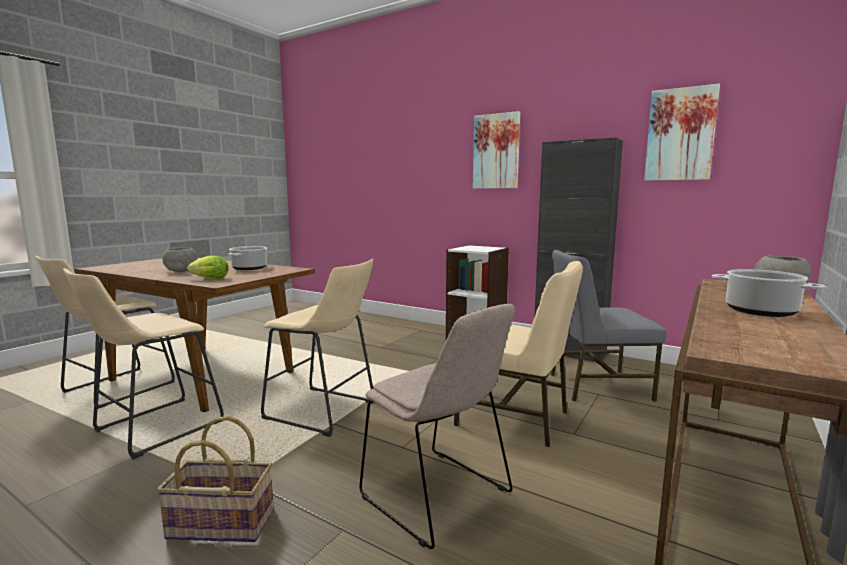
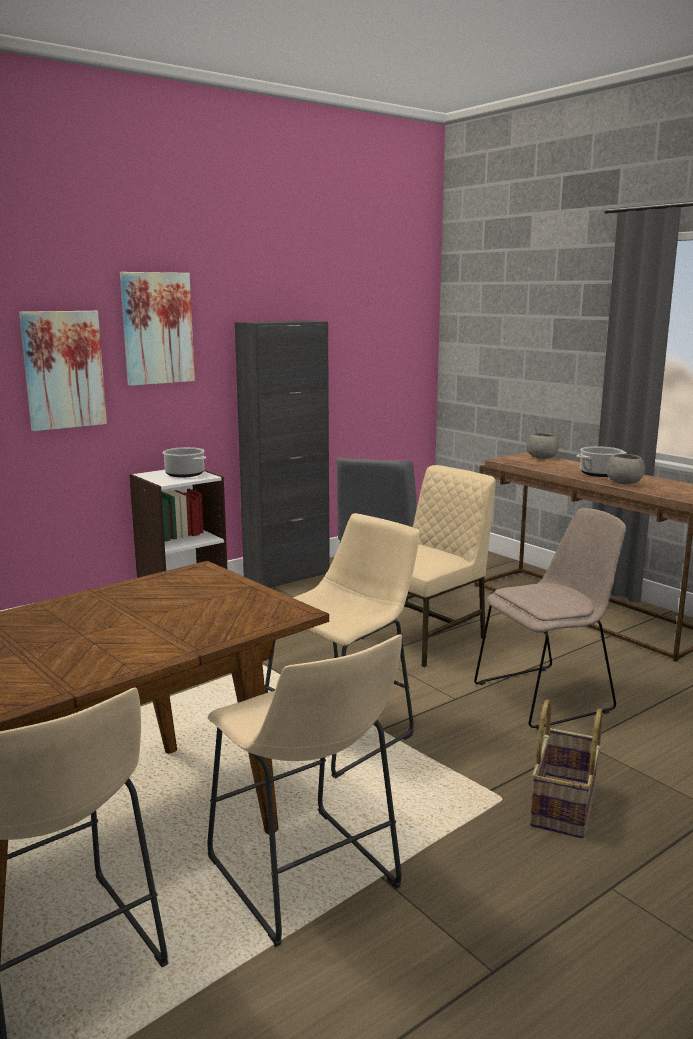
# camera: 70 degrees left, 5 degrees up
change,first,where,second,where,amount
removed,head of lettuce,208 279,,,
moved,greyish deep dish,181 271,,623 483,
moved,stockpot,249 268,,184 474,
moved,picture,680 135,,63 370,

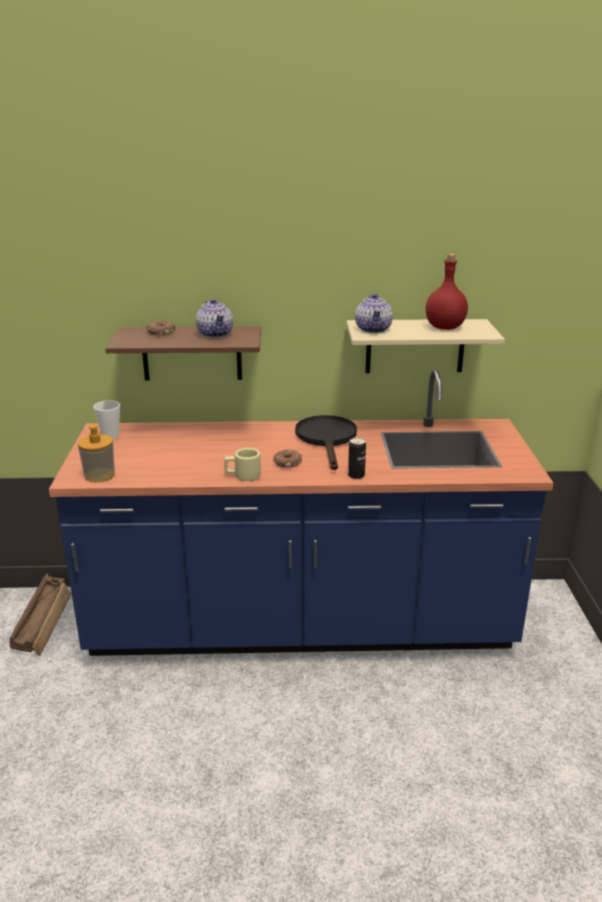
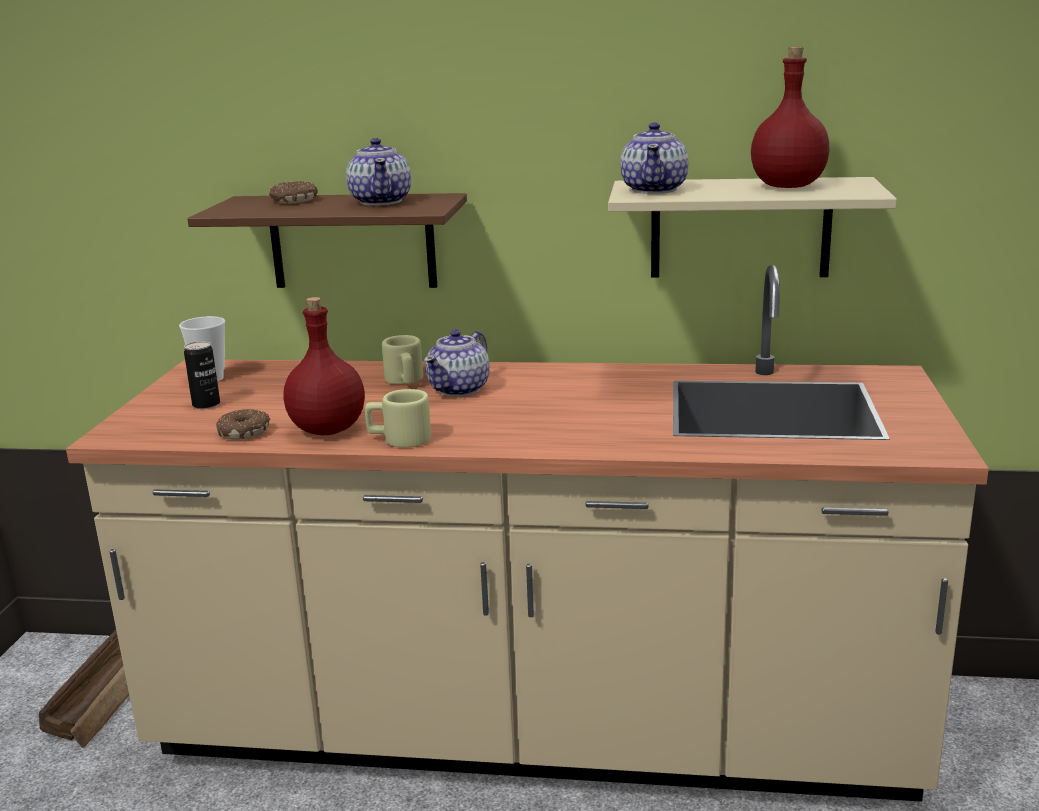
# camera: 10 degrees right, 5 degrees down
change,first,where,second,where,amount
removed,soap bottle,99 475,,,
removed,black-coloured pan,327 439,,,
added,,,reddish drink bottle,327 429,
added,,,sand-coloured tea mug,405 381,
added,,,pot for tea,460 389,
moved,ring doughnut,287 462,,244 432,
moved,sealed can,356 475,,206 405,
recoloured,blue kitchen counter,301 626,sand-coloured kitchen counter,532 731,

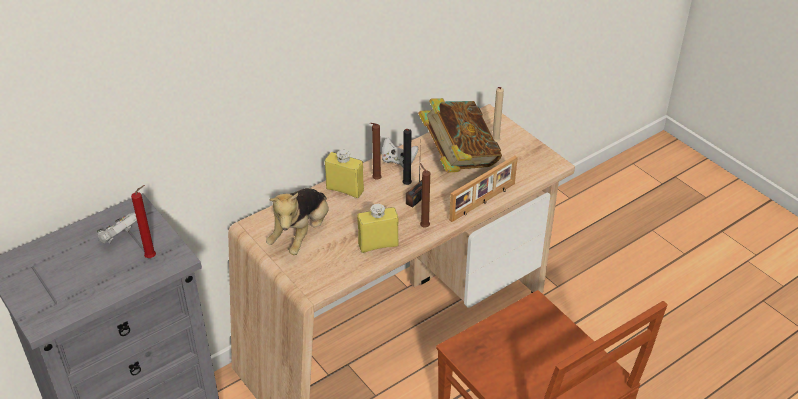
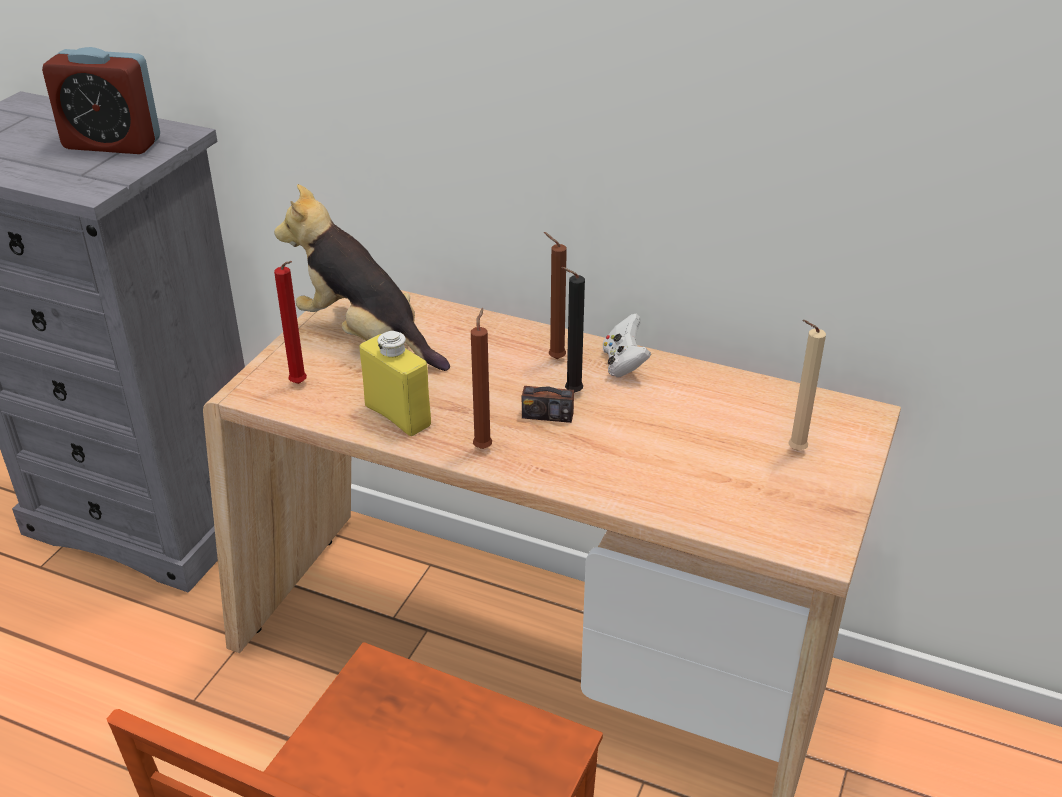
# camera: 60 degrees right, 5 degrees down
change,first,where,second,where,amount
removed,yellow-coloured drink bottle,345 190,,,
removed,bound book,458 158,,,
removed,standing frame,483 202,,,
moved,reddish wax candle,152 257,,300 384,
replaced,whitish gamepad,120 237,alarm clock,112 144,
turned,plush toy,301 234,,366 337,45 degrees clockwise

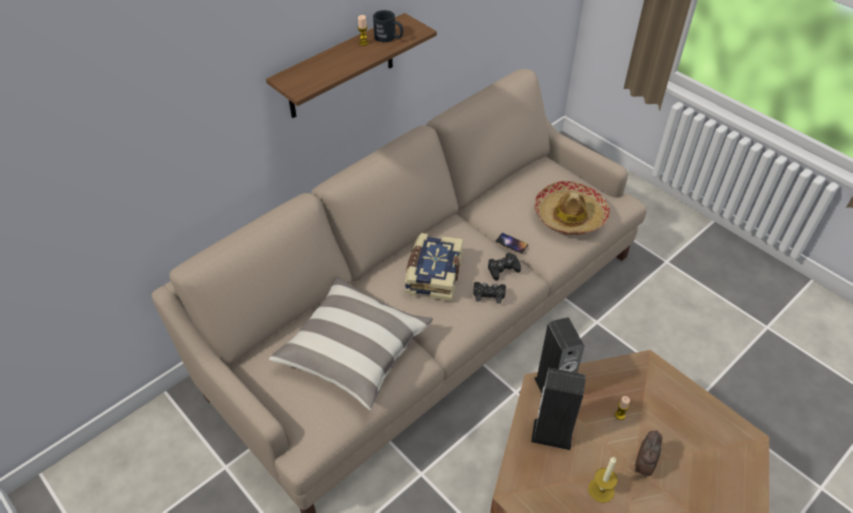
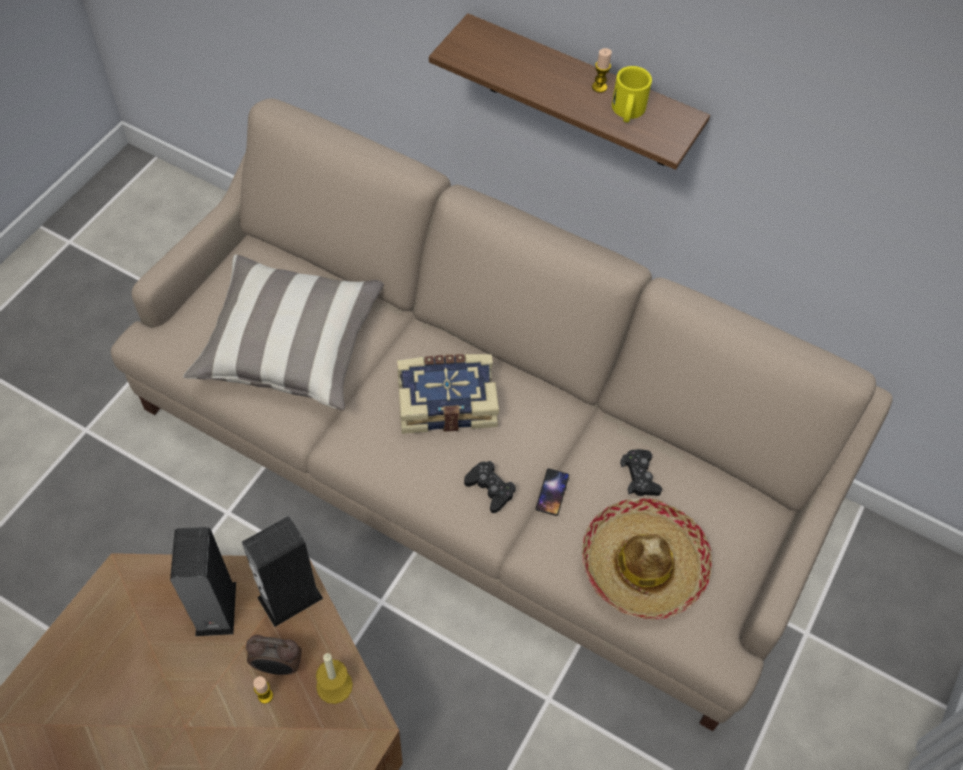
# camera: 70 degrees right, 10 degrees up
change,first,where,second,where,amount
moved,black-coloured gamepad,489 294,,640 477,
moved,wax candle,601 490,,334 685,
moved,alarm clock,644 466,,278 666,
recoloured,black-coloured tea mug,389 38,yellow-coloured tea mug,627 112,

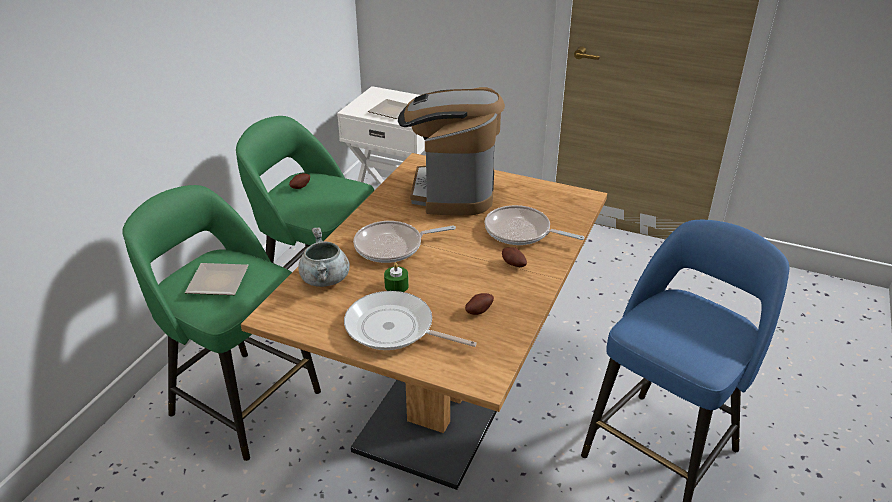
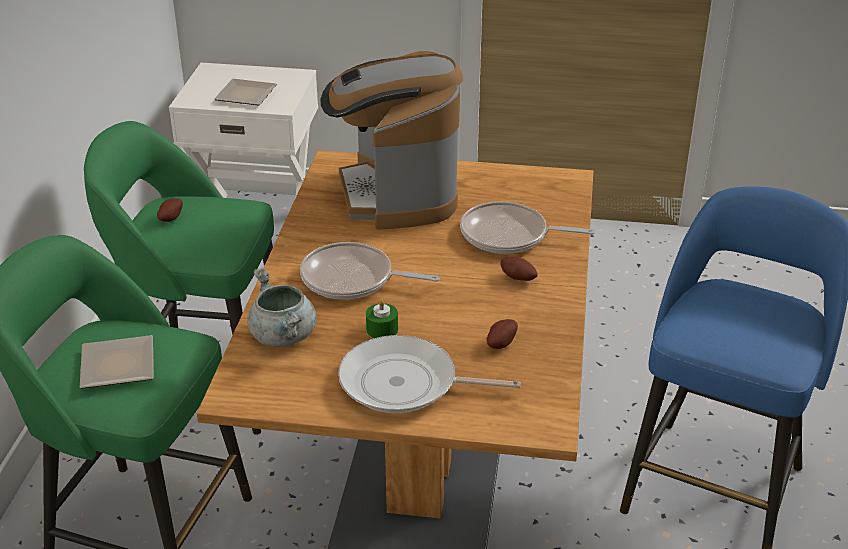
# camera: 15 degrees left, 0 degrees up
change,first,where,second,where,amount
turned,pan,393 246,,352 279,45 degrees clockwise

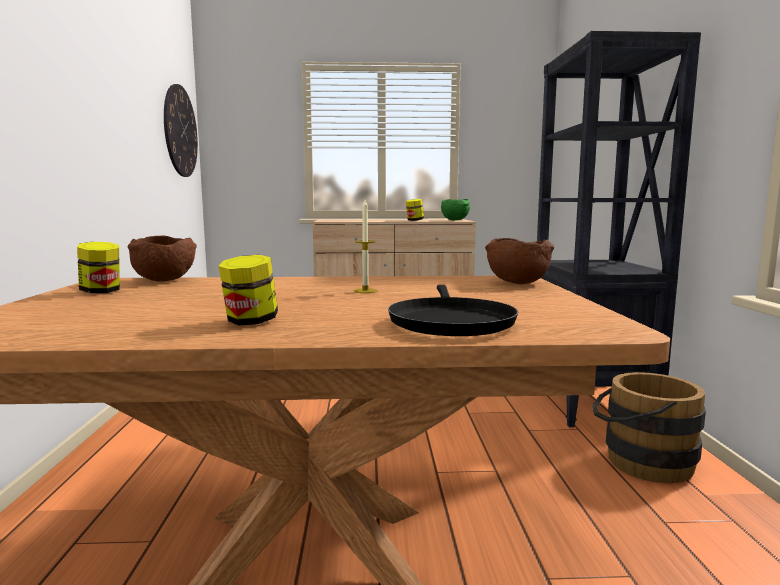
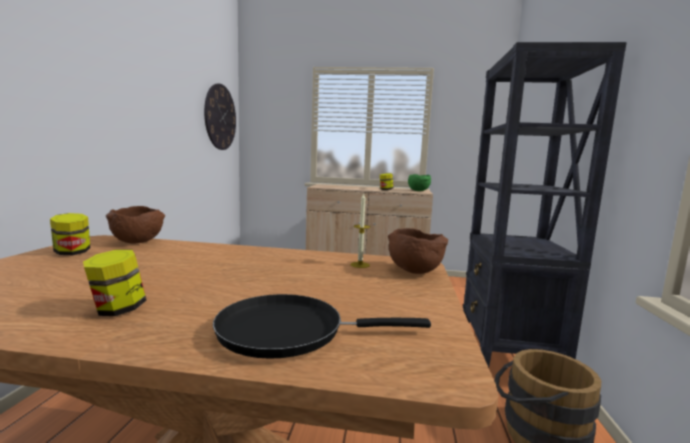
# camera: 10 degrees right, 0 degrees up
change,first,where,second,where,amount
moved,wax candle,365 291,,360 265,
turned,black-coloured pan,450 321,,289 331,75 degrees clockwise

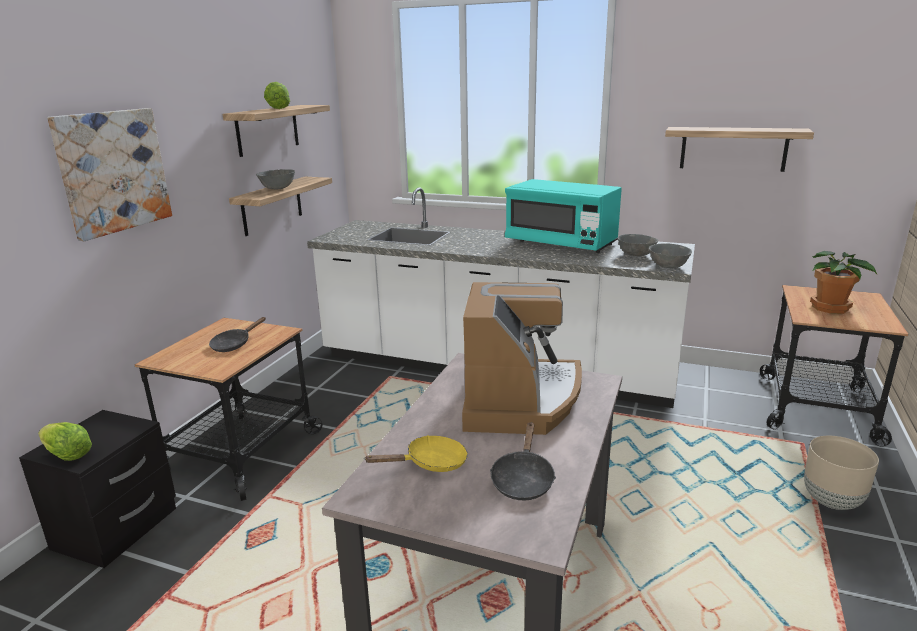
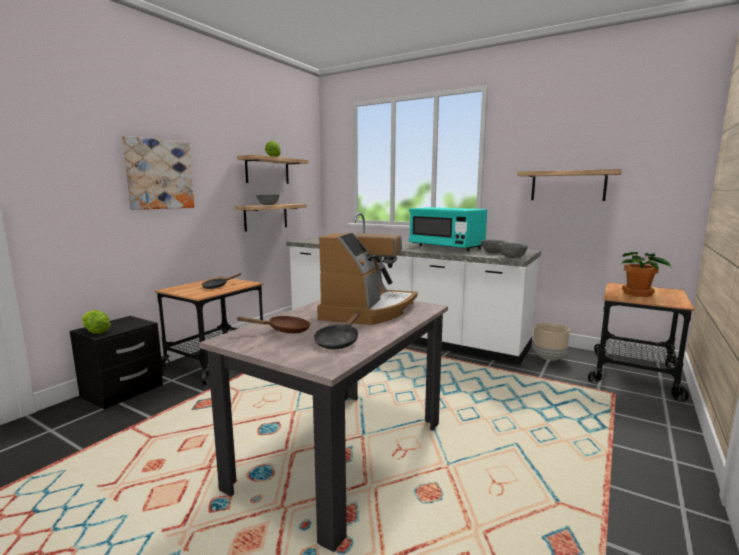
# camera: 10 degrees right, 10 degrees down
change,first,where,second,where,amount
moved,sand-coloured flower pot,832 502,,549 358,
recoloured,yellow-coloured pan,430 463,brown-coloured pan,284 330,

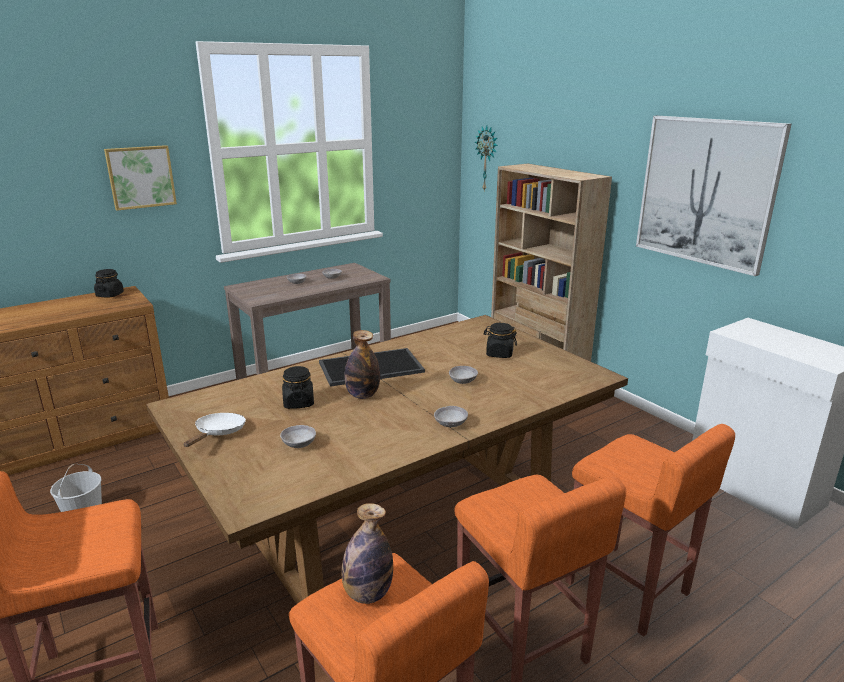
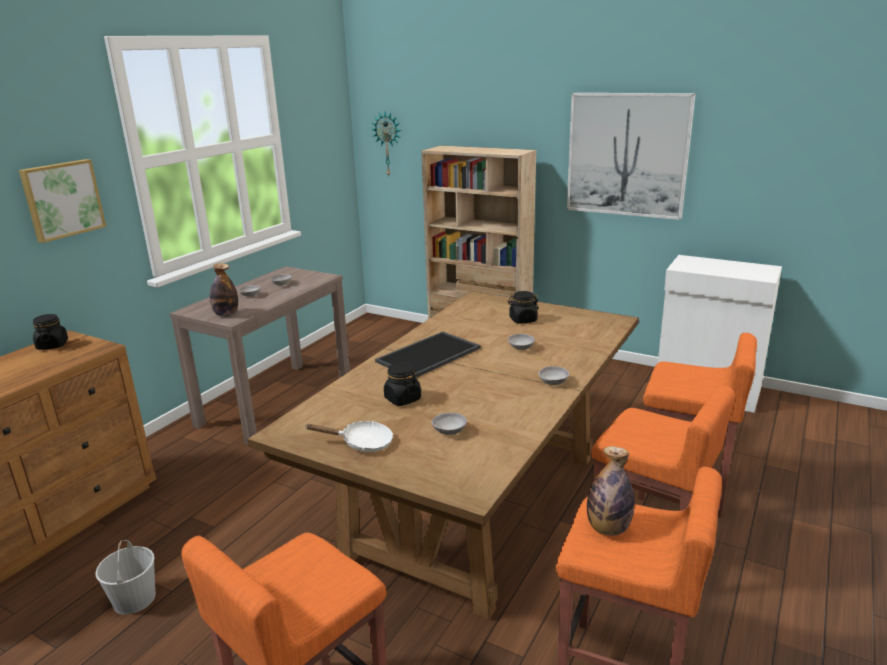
# camera: 25 degrees left, 0 degrees up
change,first,where,second,where,amount
moved,drink bottle,362 395,,226 314,
turned,whitish pan,218 433,,362 443,105 degrees clockwise

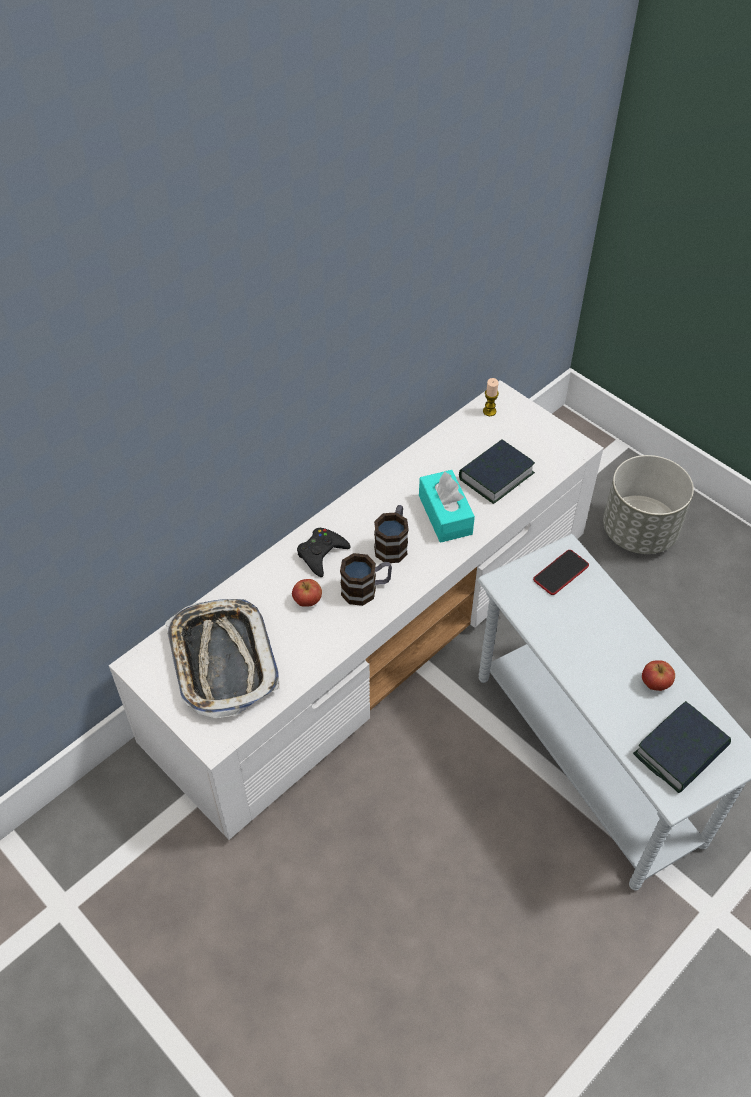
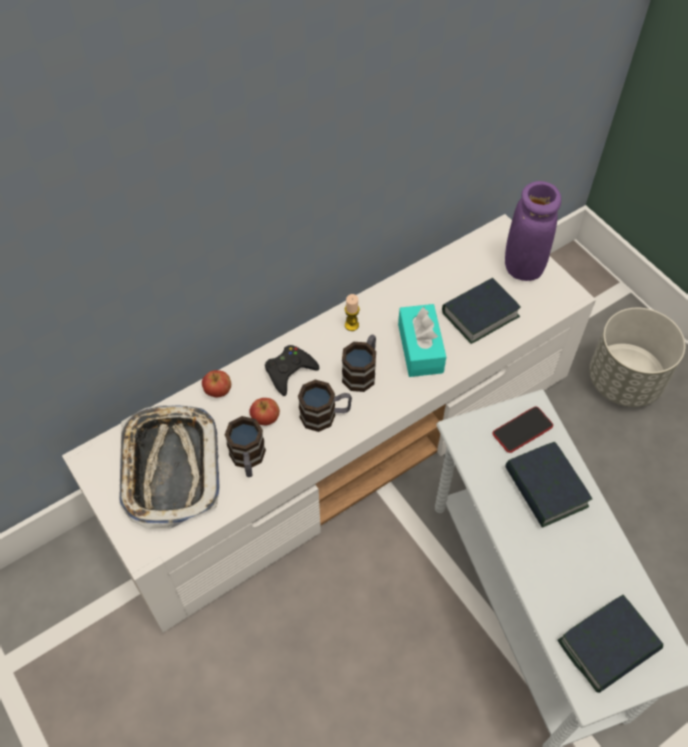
# camera: 10 degrees right, 5 degrees up
change,first,where,second,where,amount
added,,,tea mug,248 460,
added,,,purplish flower vase,523 266,
added,,,bound book,545 488,
moved,wax candle,489 411,,351 325,
moved,apple,655 684,,218 391,

